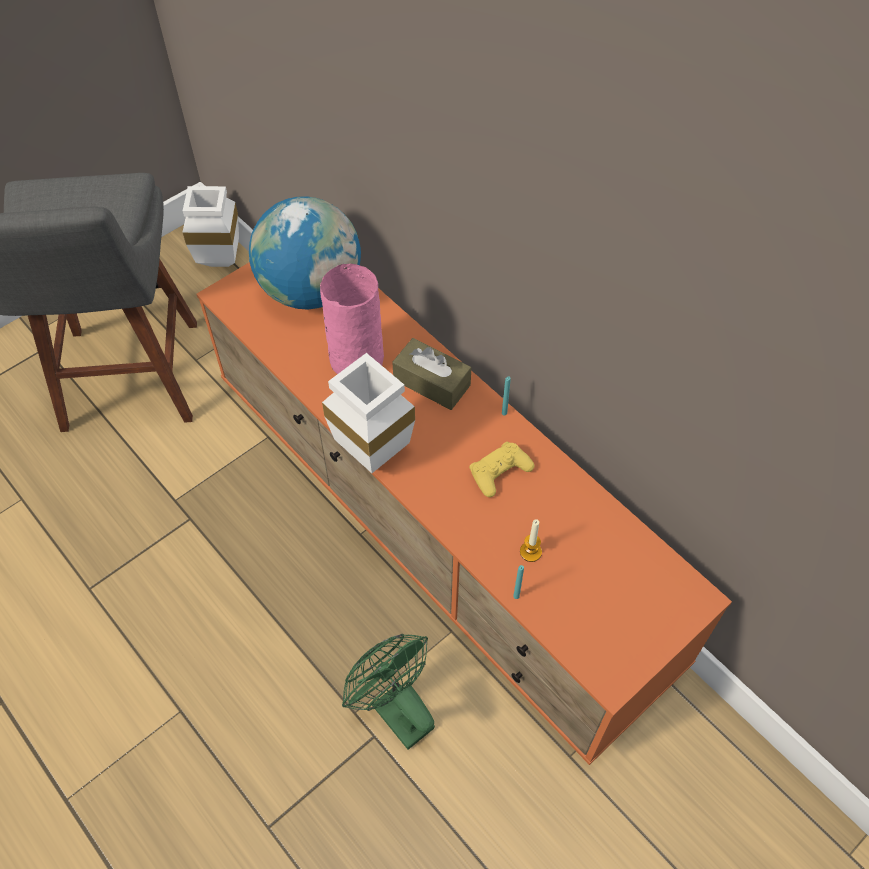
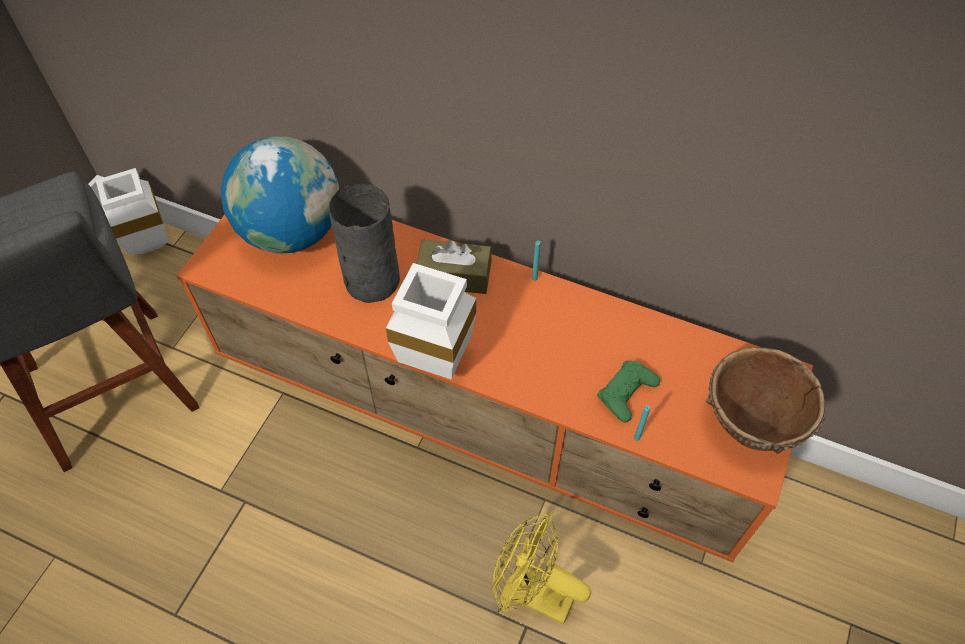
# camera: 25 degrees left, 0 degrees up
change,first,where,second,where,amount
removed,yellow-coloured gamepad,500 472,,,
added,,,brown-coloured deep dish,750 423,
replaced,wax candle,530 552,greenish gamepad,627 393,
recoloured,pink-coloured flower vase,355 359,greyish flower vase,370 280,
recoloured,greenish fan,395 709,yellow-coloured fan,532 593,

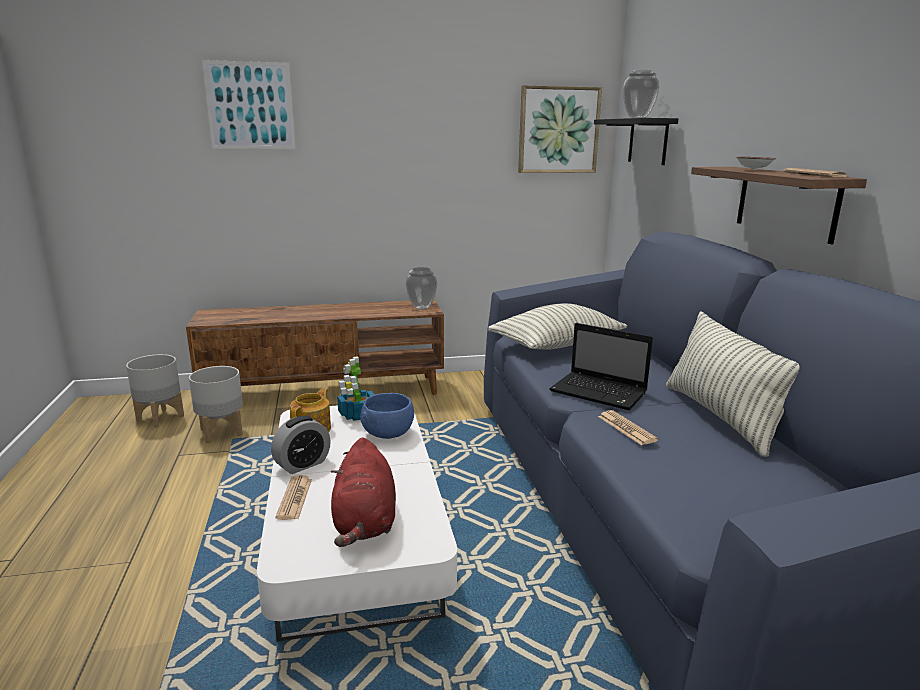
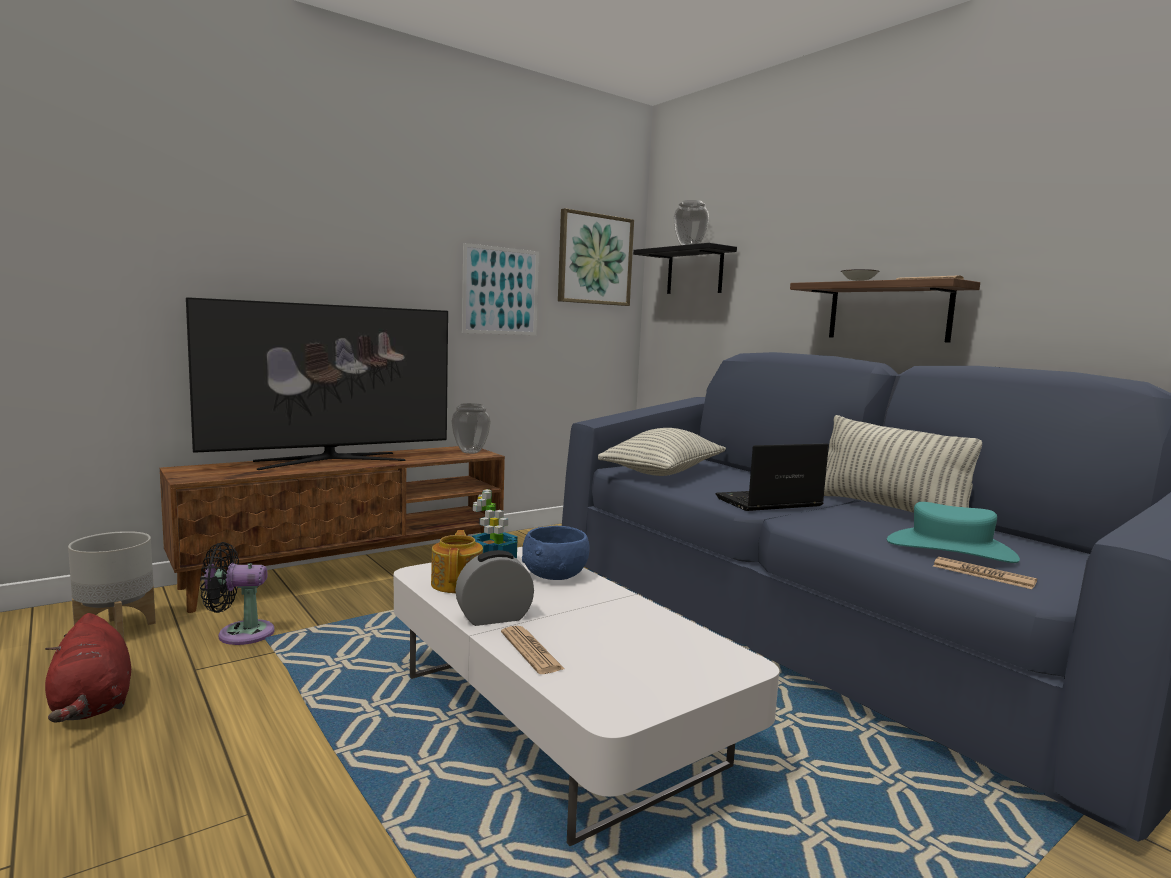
# camera: 25 degrees left, 10 degrees down
change,first,where,second,where,amount
added,,,TV,329 461,
added,,,blue-green hat,950 549,
moved,picture,250 106,,500 291,
moved,reddish plush toy,365 522,,92 705,
moved,newspaper,626 428,,983 574,
replaced,greyish flower pot,222 432,black-coloured fan,240 633,
turned,alarm clock,302 464,,494 618,135 degrees counterclockwise
turned,portable computer,600 392,,767 503,150 degrees clockwise

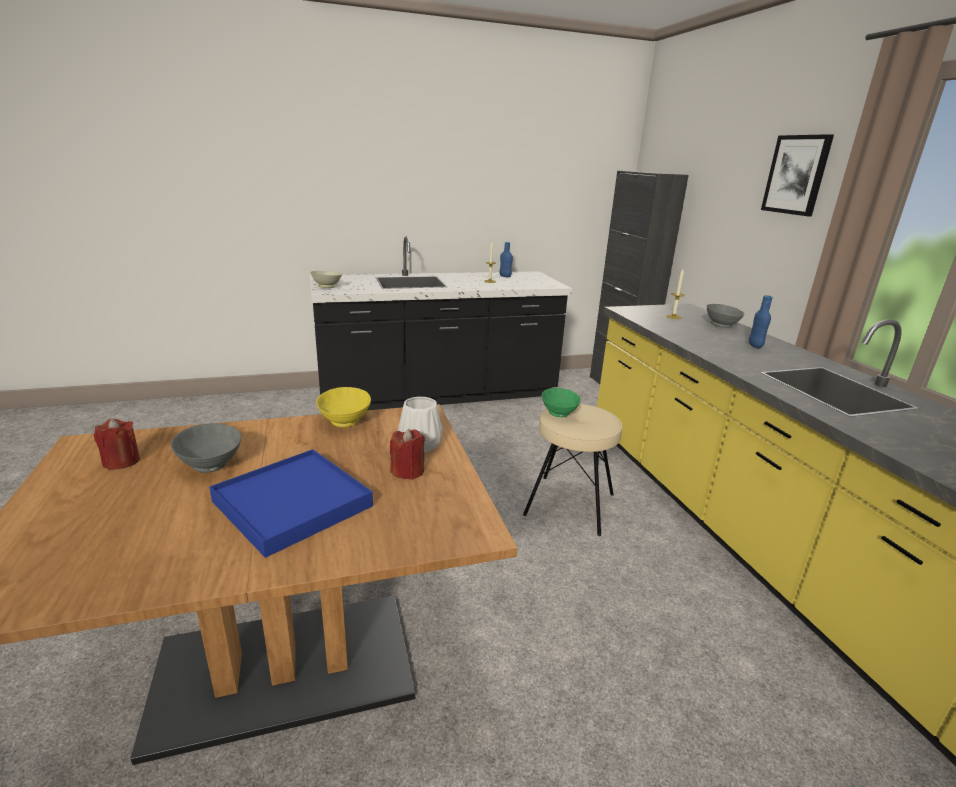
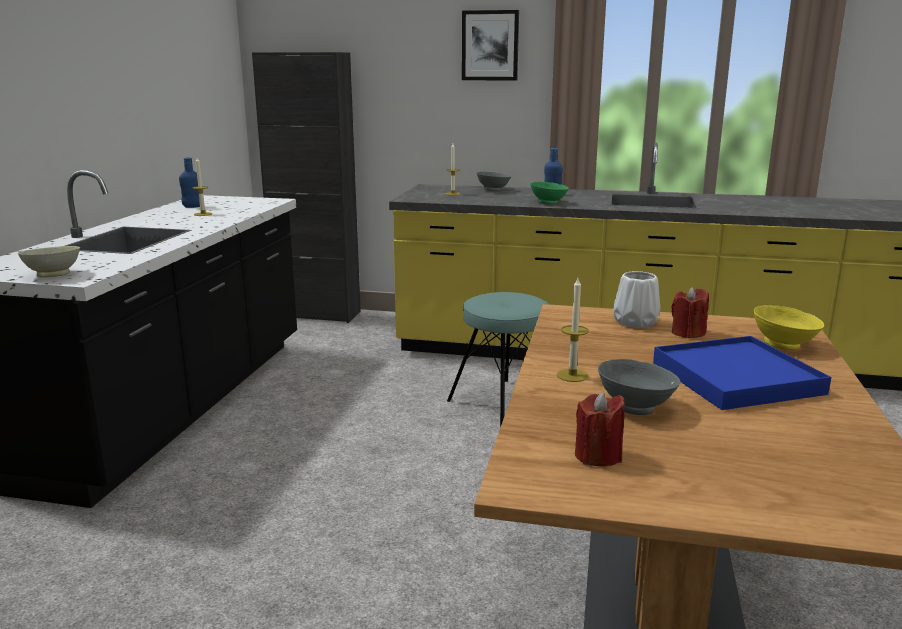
# camera: 60 degrees left, 5 degrees down
change,first,where,second,where,amount
added,,,wax candle,572 375,
moved,yellow-coloured deep dish,344 422,,784 345,
moved,greenish deep dish,558 413,,548 203,
recoloured,sand-coloured stool seat,569 504,blue-green stool seat,504 403,

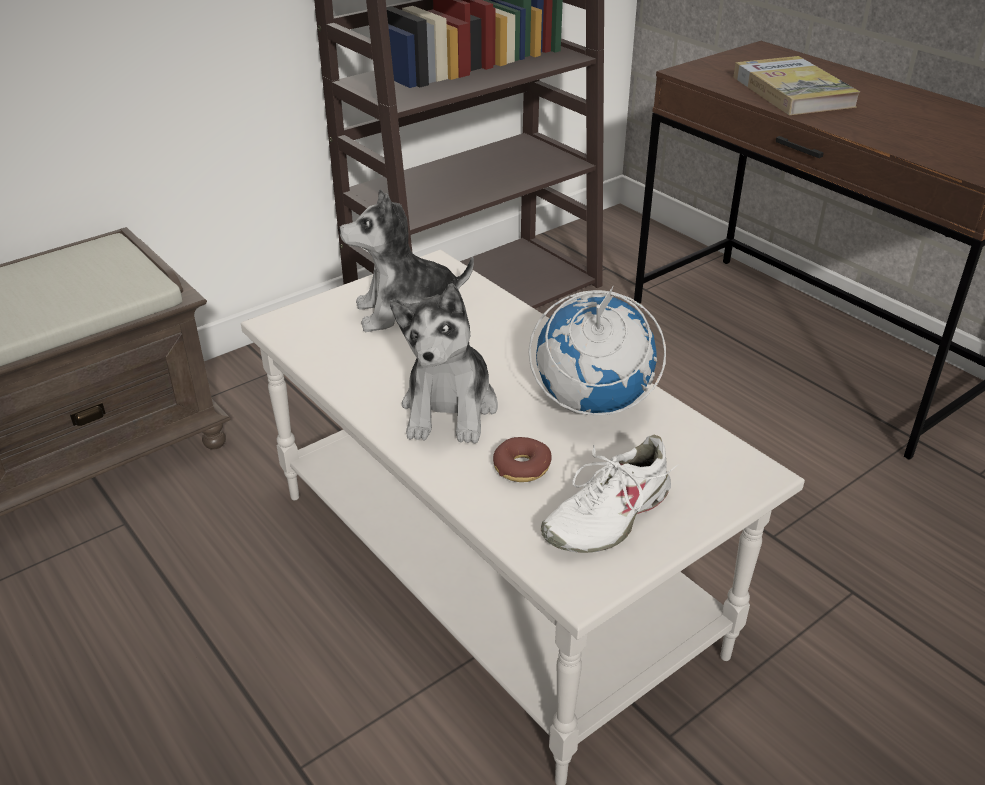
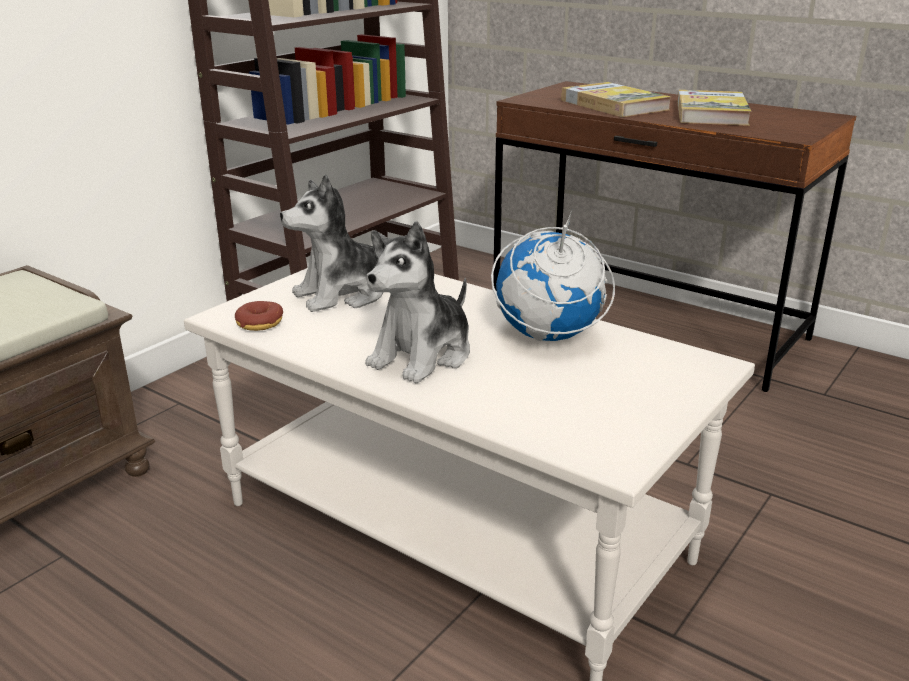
# camera: 15 degrees left, 10 degrees down
change,first,where,second,where,amount
removed,whitish shoe,606 516,,,
added,,,bound book,711 113,
moved,ring doughnut,521 467,,259 323,
turned,plush toy,450 409,,423 356,45 degrees clockwise

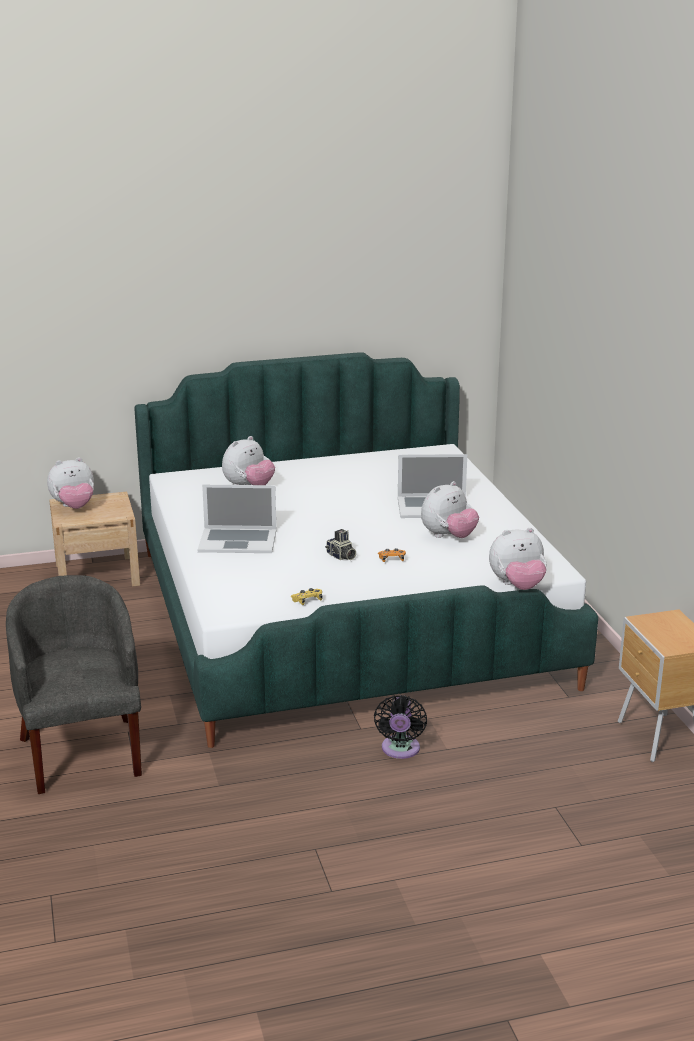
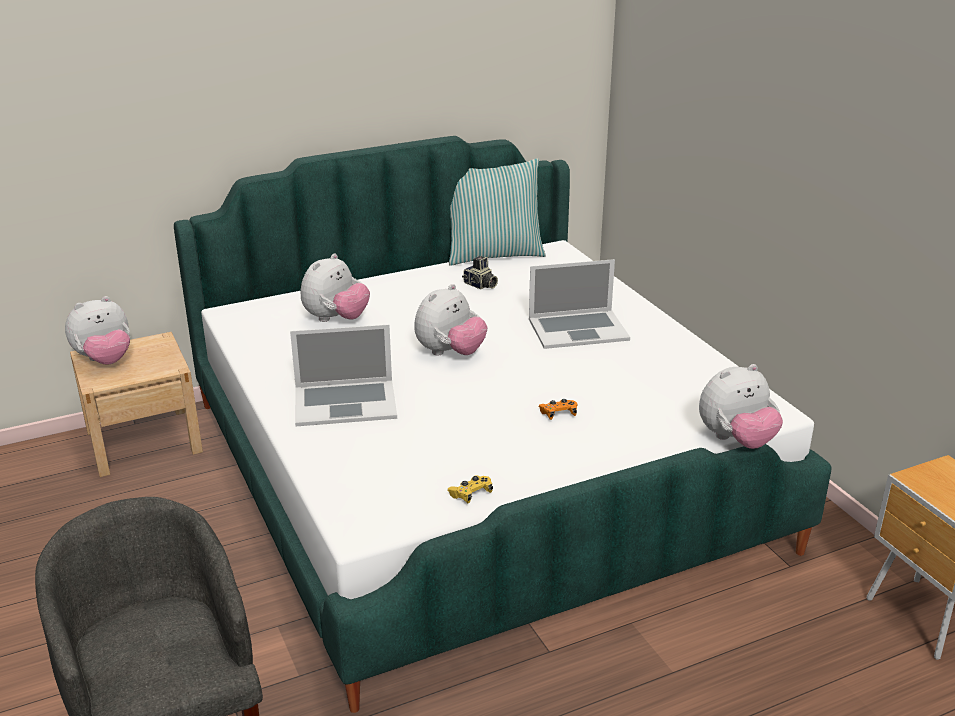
# camera: 10 degrees left, 5 degrees up
change,first,where,second,where,amount
removed,black-coloured fan,400 750,,,
added,,,throw pillow,493 254,
moved,photo camera,341 556,,480 285,
moved,plush toy,448 537,,450 353,

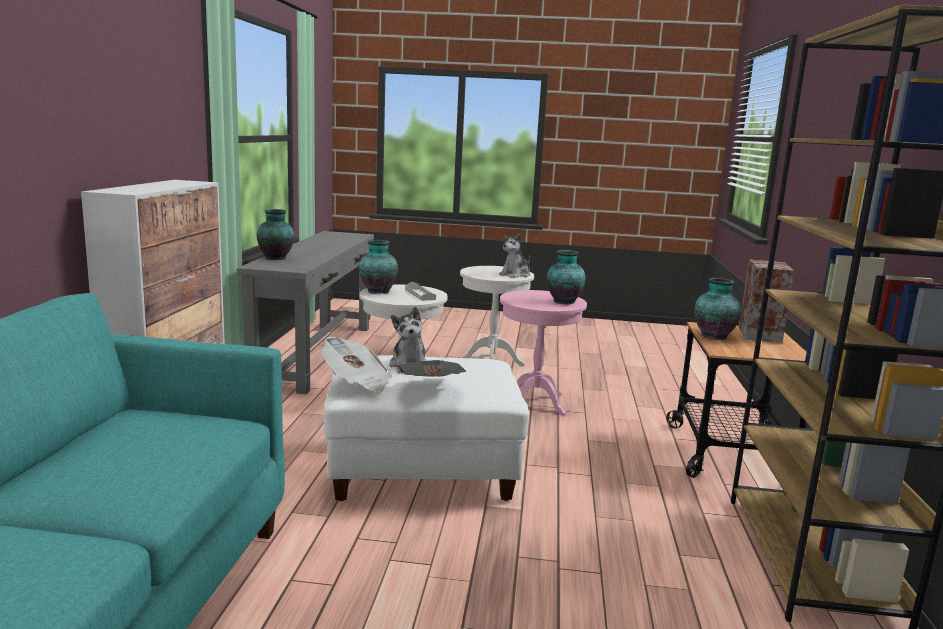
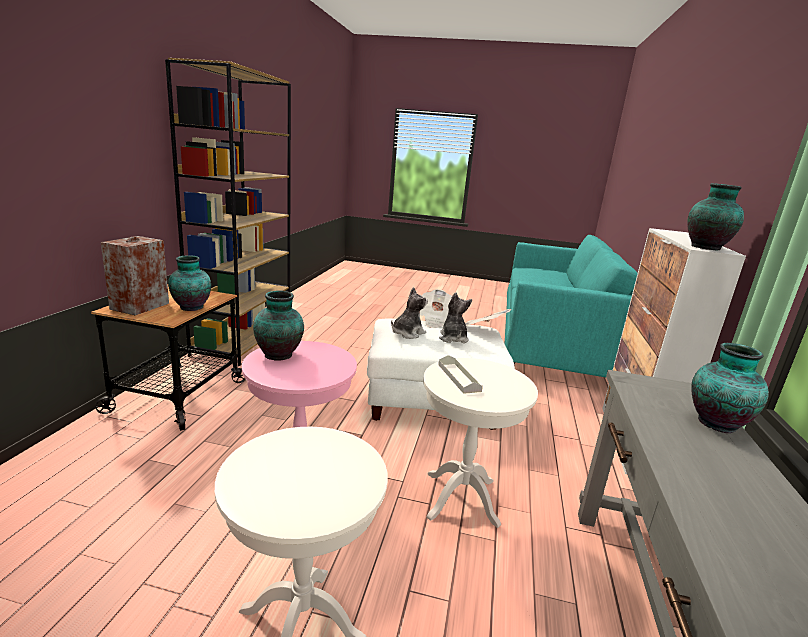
# camera: 175 degrees left, 5 degrees up
change,first,where,second,where,amount
moved,flower vase,377 291,,707 248,
moved,plush toy,515 275,,407 333,

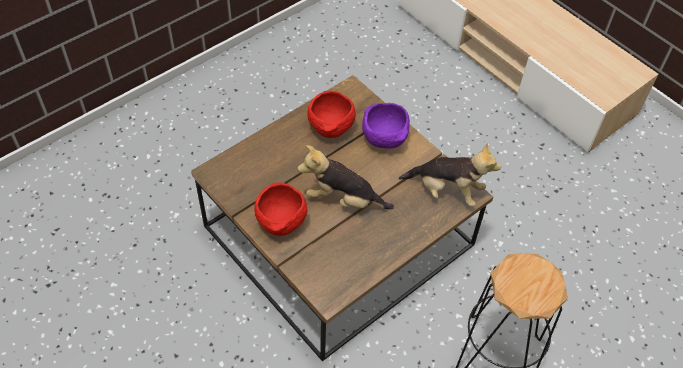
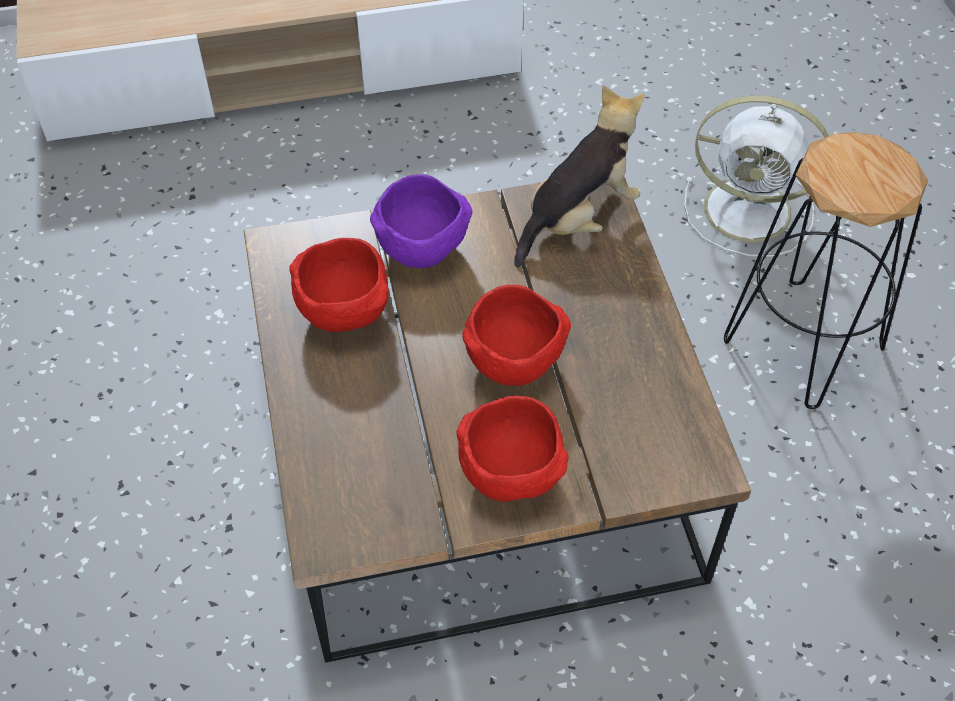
# camera: 60 degrees left, 0 degrees up
change,first,where,second,where,amount
added,,,whitish fan,751 211,
replaced,plush toy,343 199,reddish deep dish,514 361,

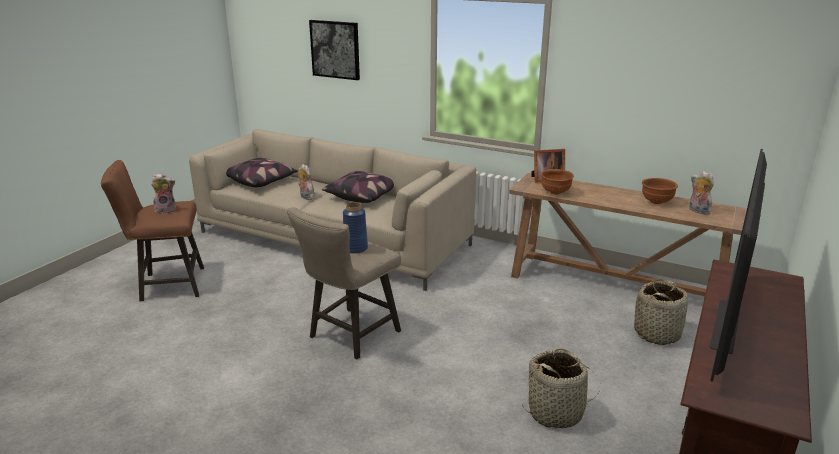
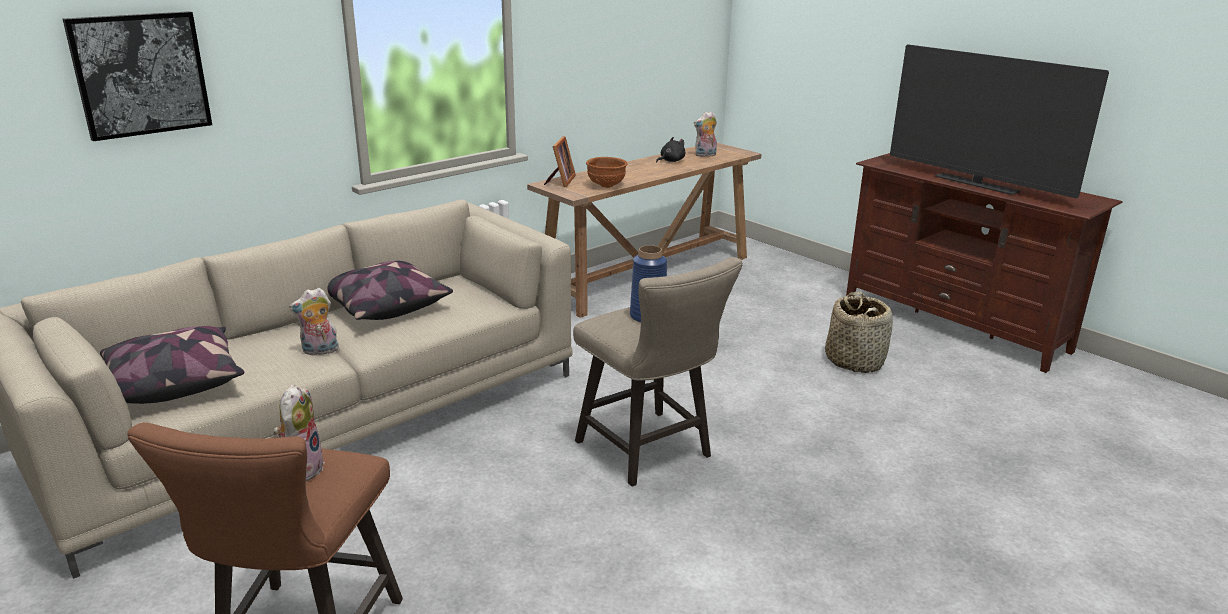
# camera: 70 degrees left, 0 degrees up
change,first,where,second,where,amount
removed,storage basket,657 333,,,
replaced,brown-coloured deep dish,656 202,black-coloured plush toy,670 161,

